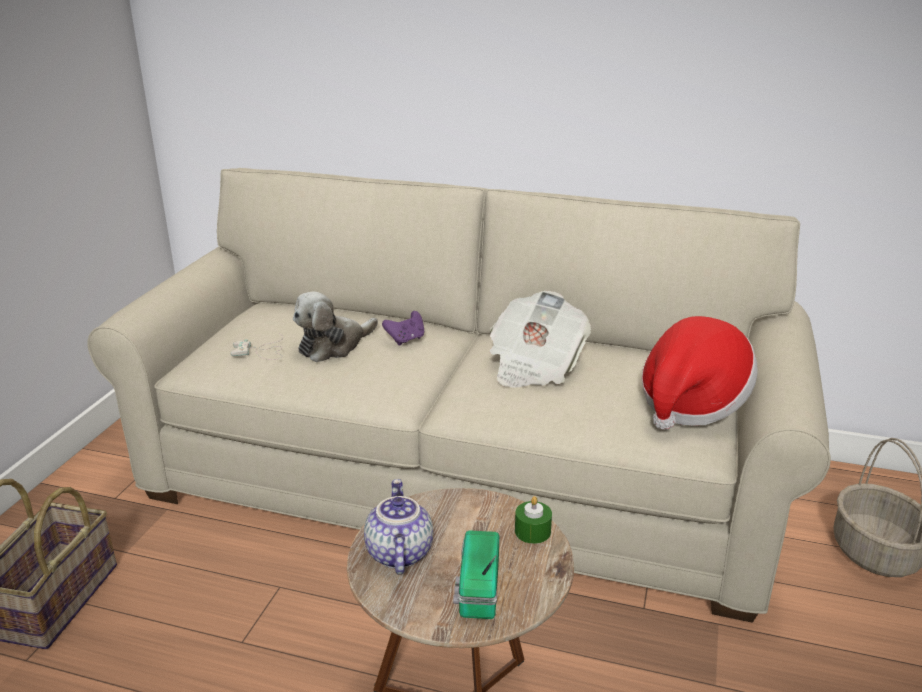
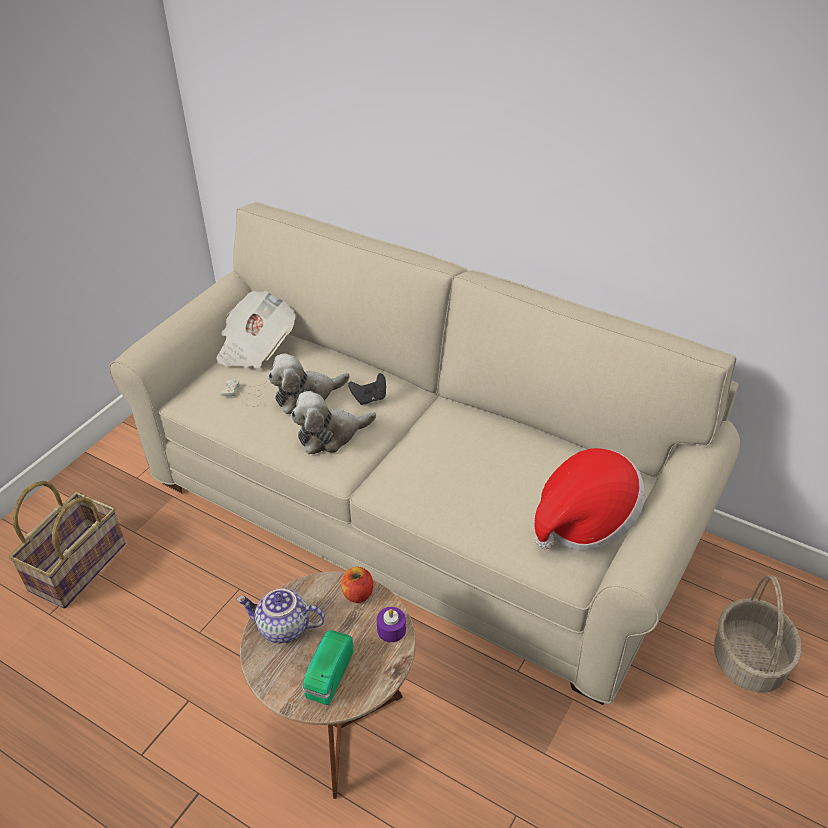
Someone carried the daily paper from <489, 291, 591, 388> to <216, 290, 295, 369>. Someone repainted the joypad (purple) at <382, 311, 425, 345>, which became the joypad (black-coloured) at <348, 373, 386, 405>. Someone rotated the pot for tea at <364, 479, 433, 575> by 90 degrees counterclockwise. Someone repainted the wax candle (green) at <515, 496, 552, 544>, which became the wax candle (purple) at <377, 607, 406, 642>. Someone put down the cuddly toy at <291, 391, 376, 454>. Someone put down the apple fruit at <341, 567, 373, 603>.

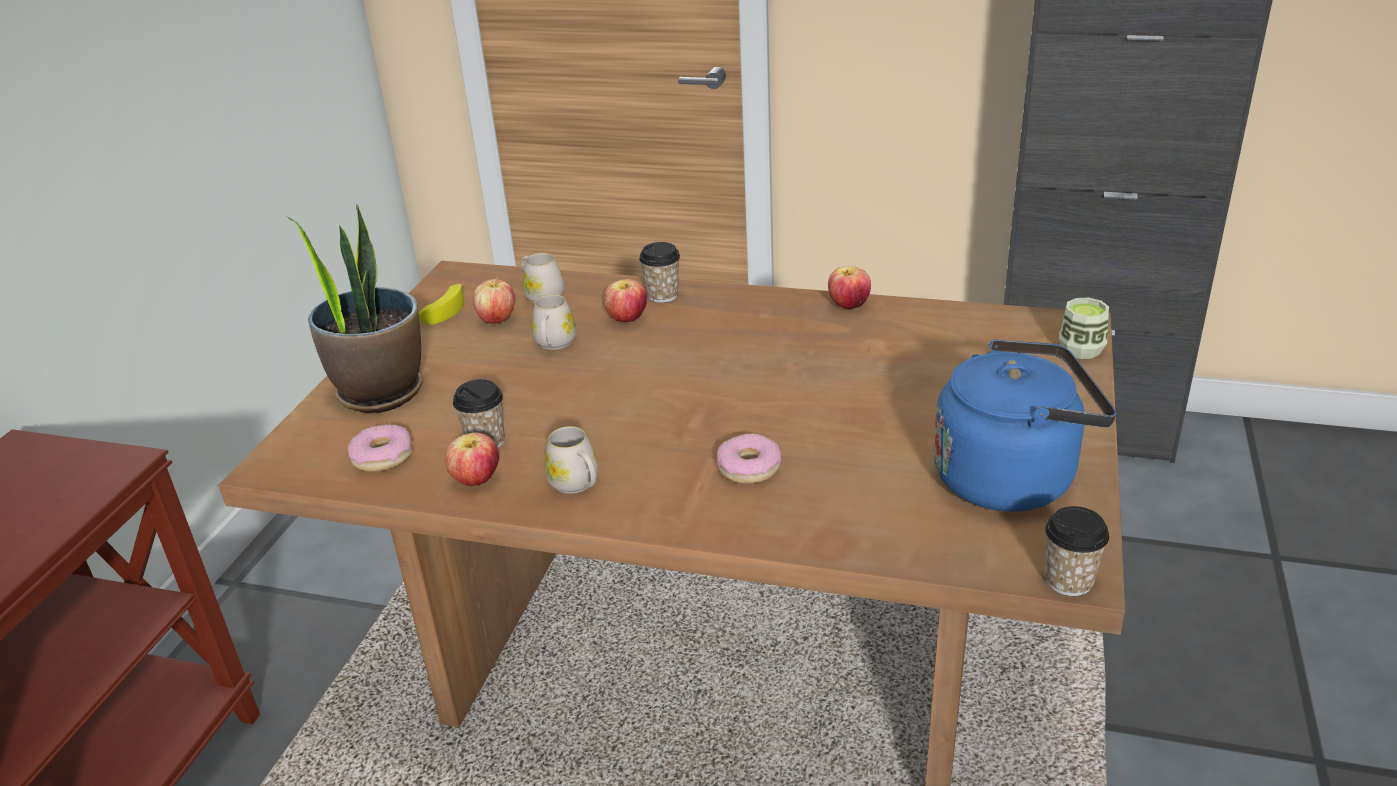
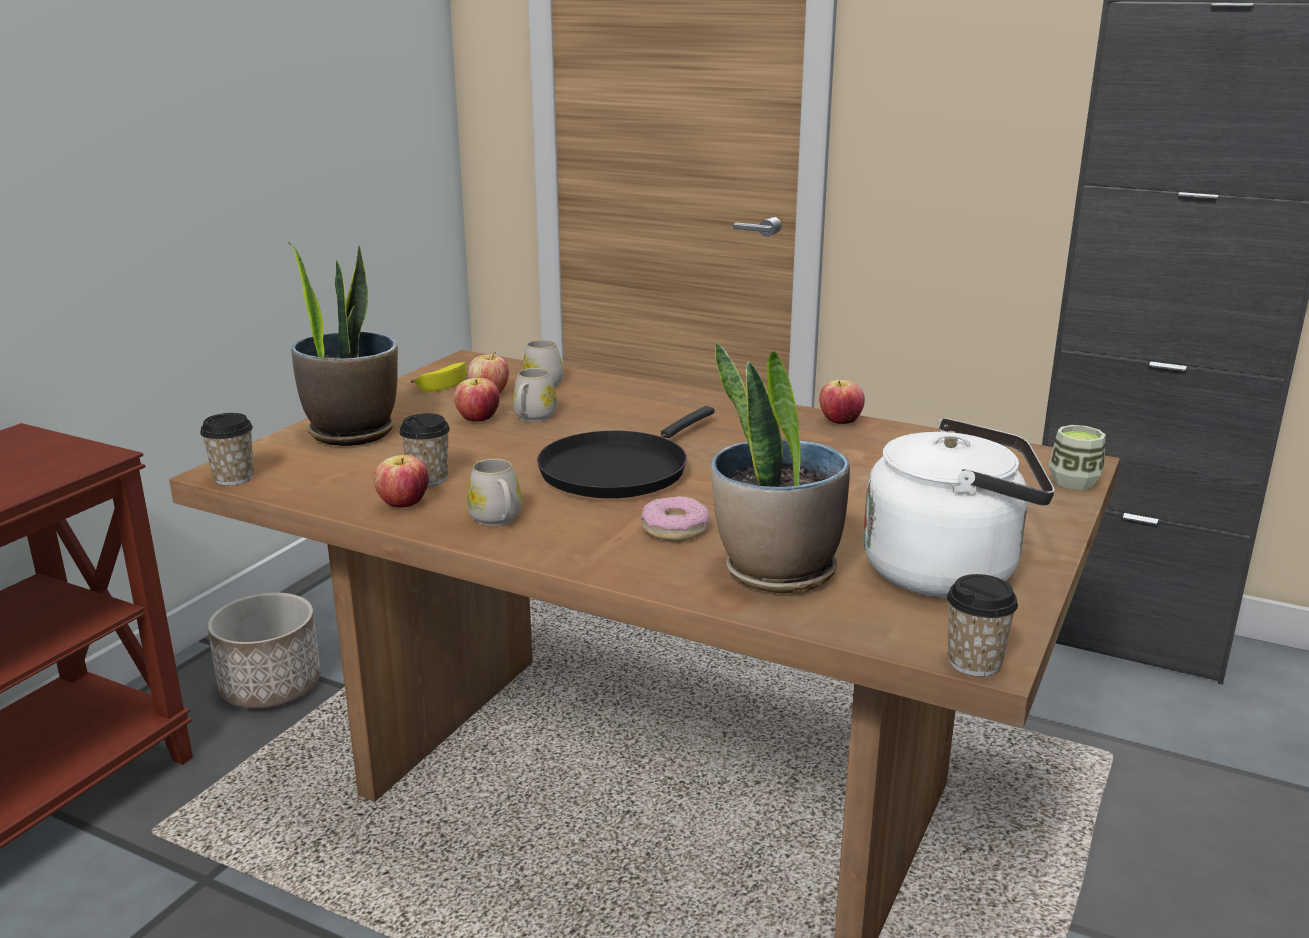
Someone carried the small cup from <639, 242, 680, 303> to <200, 413, 254, 486>. Someone carried the apple fruit from <604, 279, 647, 322> to <454, 378, 500, 422>. Someone repainted the water kettle (bluish) at <933, 339, 1116, 512>, which became the water kettle (whitish) at <863, 418, 1055, 597>. Someone took away the donut at <348, 424, 413, 472>. Someone put down the potted plant at <711, 342, 850, 594>. Someone put down the pan (black-coloured) at <537, 406, 715, 498>. Someone put down the plant pot at <207, 592, 321, 708>.

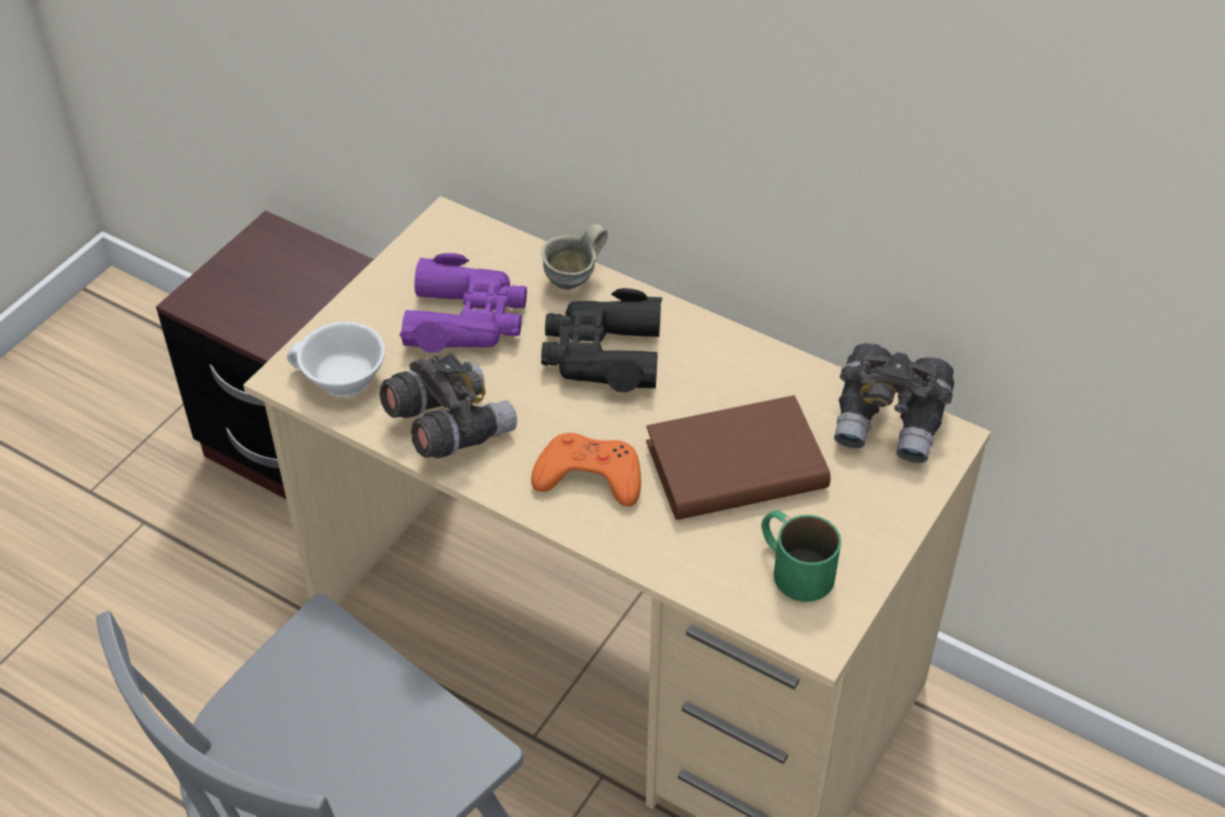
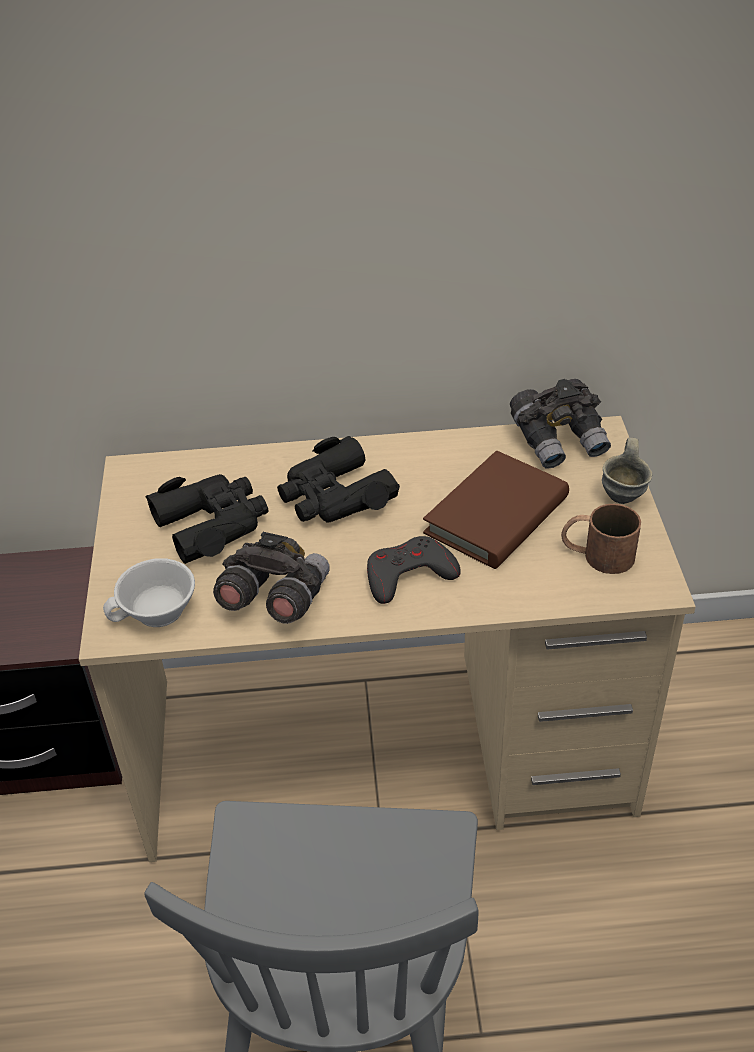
Someone carried the tea mug (gray) from <541, 224, 608, 290> to <602, 437, 653, 504>. Someone repainted the binoculars (purple) at <400, 253, 527, 353>, which became the binoculars (black-coloured) at <146, 474, 269, 564>. Someone repainted the joypad (orangey) at <531, 433, 641, 506>, which became the joypad (gray) at <367, 536, 461, 604>. Someone repainted the tea mug (green) at <761, 511, 841, 602>, which became the tea mug (brown) at <561, 504, 641, 574>.

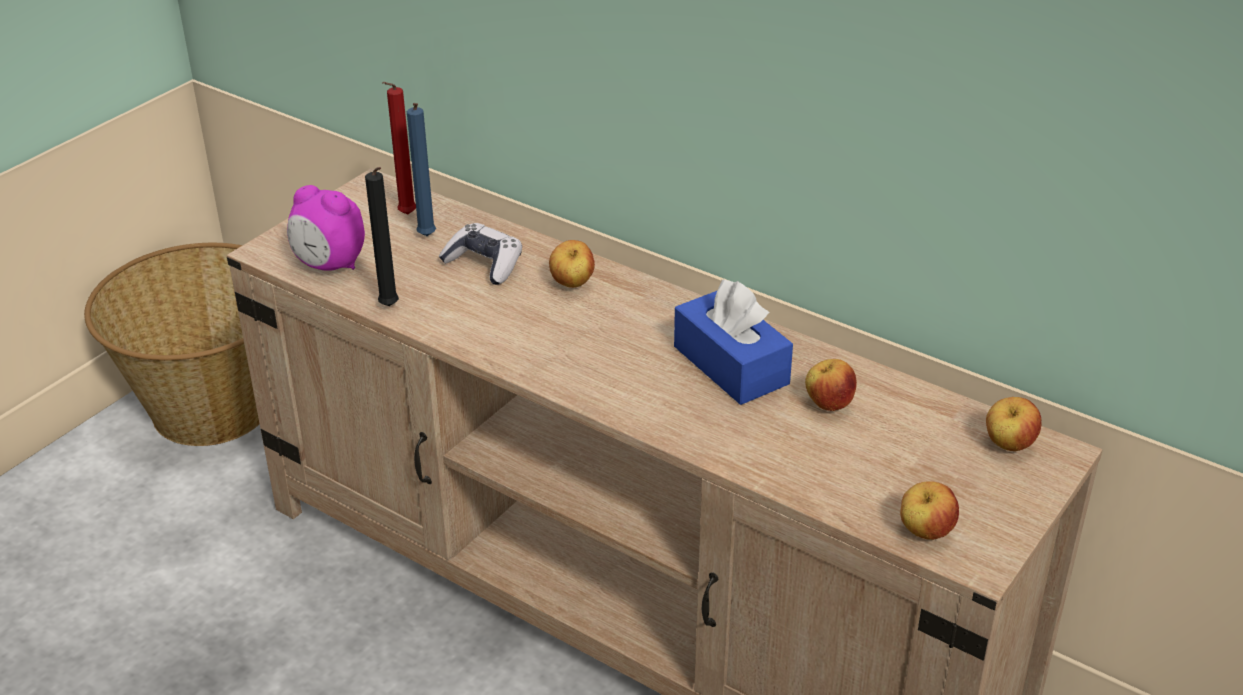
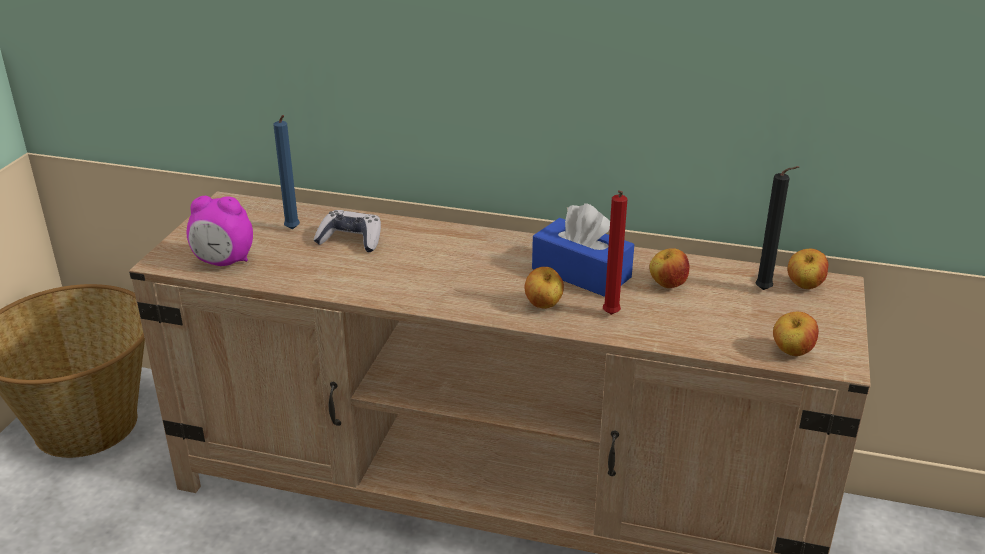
Someone carried the wax candle (red) from <382, 82, 416, 215> to <603, 190, 627, 315>. Someone carried the wax candle (black-coloured) from <365, 167, 399, 306> to <755, 166, 799, 290>. Someone carried the apple fruit from <549, 240, 595, 288> to <524, 267, 564, 309>.

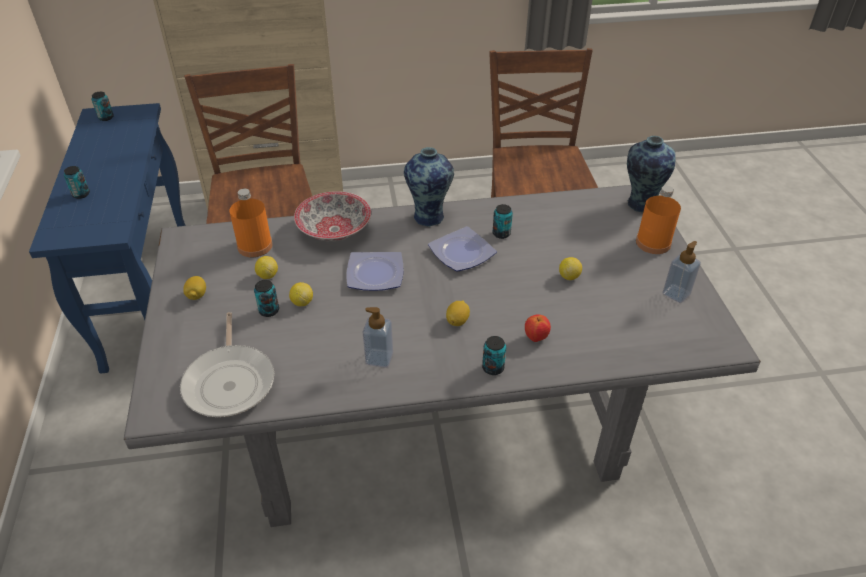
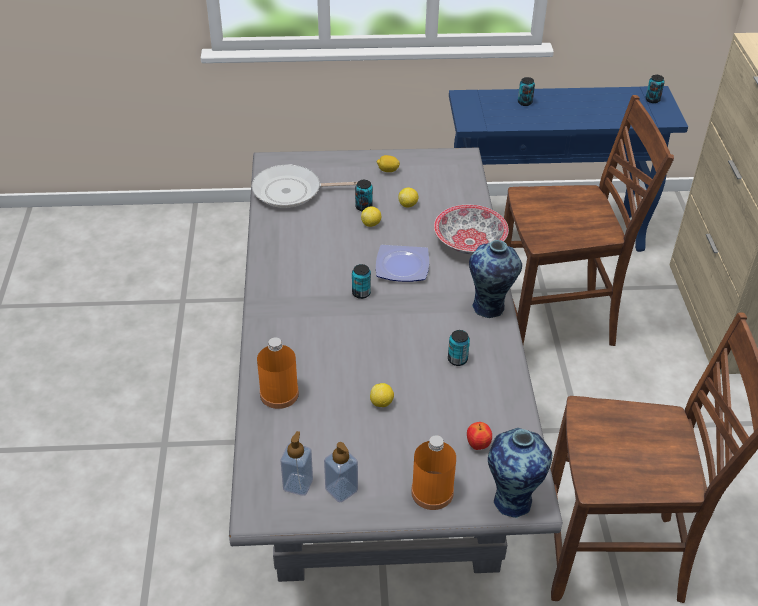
Someone carried the beverage bottle (orangey) from <230, 188, 273, 257> to <257, 337, 299, 409>. Someone took away the dinner plate at <428, 226, 497, 272>. Someone took away the citrus fruit at <446, 300, 470, 326>. Someone carried the liquid soap bottle from <363, 307, 393, 368> to <281, 431, 313, 496>. Someone carried the apple fruit from <525, 314, 551, 342> to <467, 422, 492, 450>. Someone carried the sealed can from <482, 336, 506, 375> to <352, 264, 371, 299>.

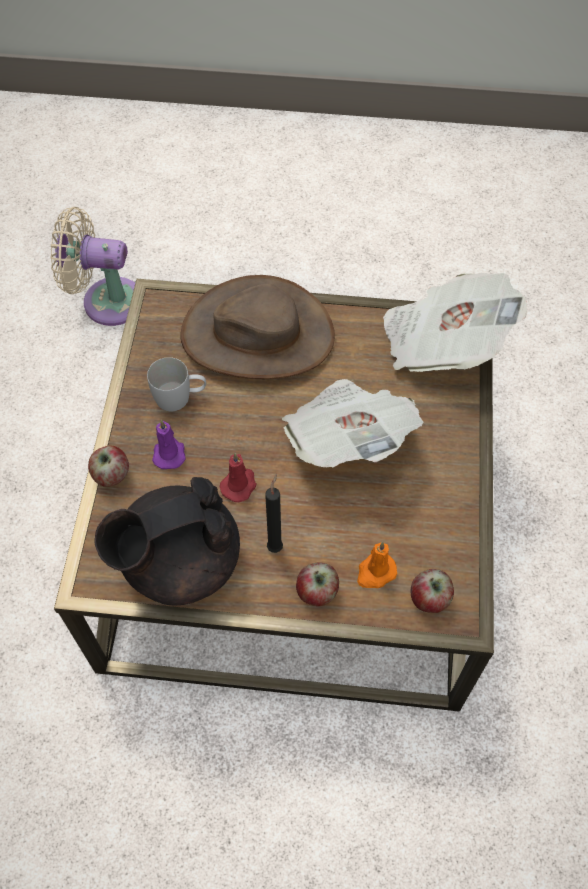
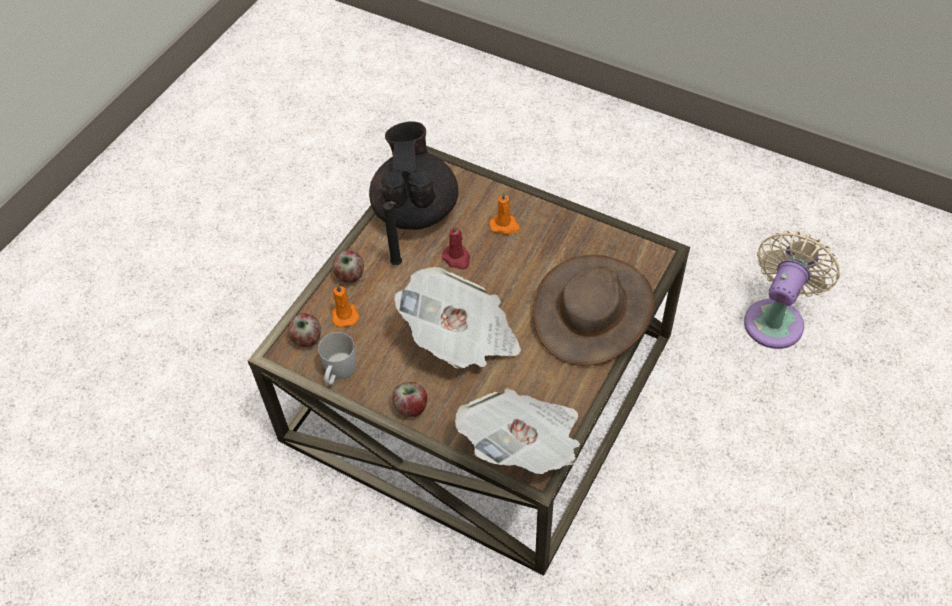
Someone carried the tea mug (whitish) from <147, 357, 206, 411> to <318, 332, 356, 385>. Someone repainted the wax candle (purple) at <152, 420, 186, 469>, which became the wax candle (orangey) at <489, 192, 520, 235>. Someone carried the apple fruit from <88, 445, 129, 487> to <392, 382, 427, 417>.

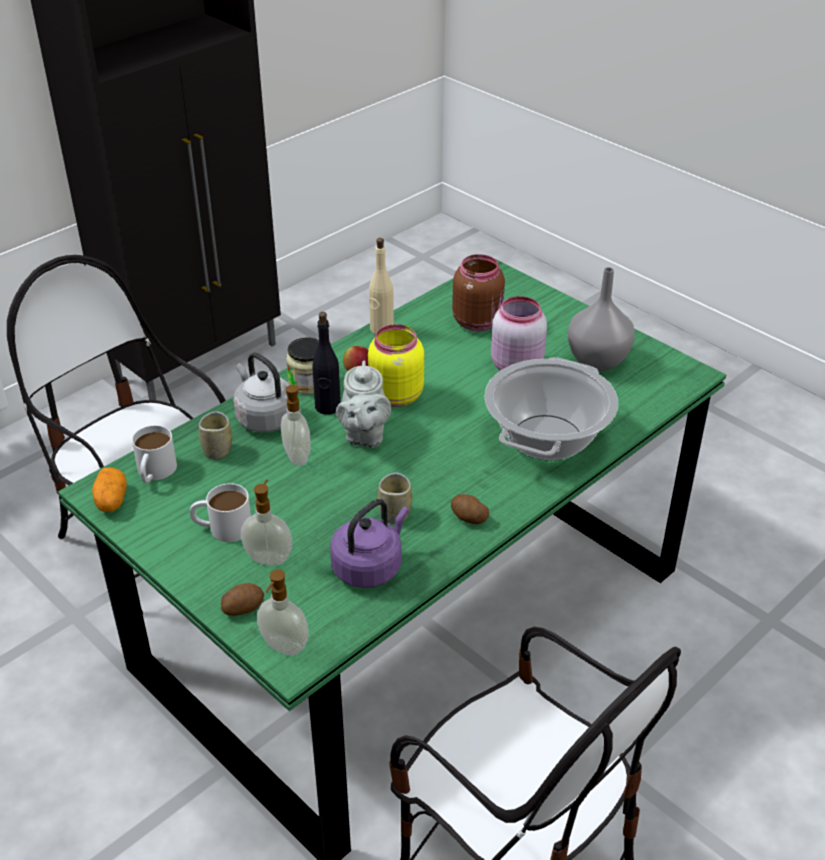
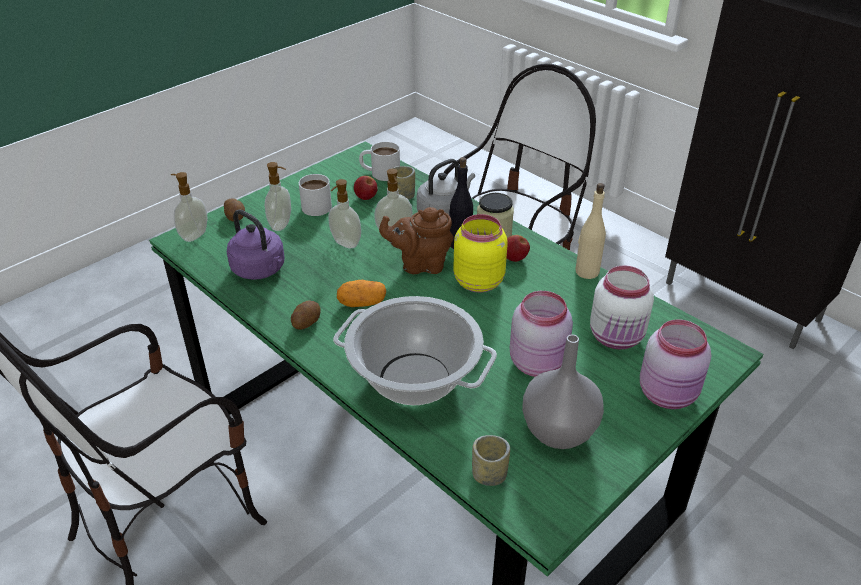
Someone repainted the jar (brown) at <452, 254, 505, 331>, which became the jar (whitish) at <590, 265, 654, 350>. Someone repainted the pot for tea (gray) at <336, 360, 391, 448>, which became the pot for tea (brown) at <379, 207, 453, 274>. Someone carried the spud from <92, 467, 127, 512> to <337, 280, 386, 307>. Someone carried the small cup from <378, 473, 412, 524> to <472, 435, 510, 486>. Someone put down the apple fruit at <354, 176, 378, 200>. Someone put down the liquid soap bottle at <328, 179, 361, 248>. Someone put down the jar (pink) at <640, 319, 711, 409>.

